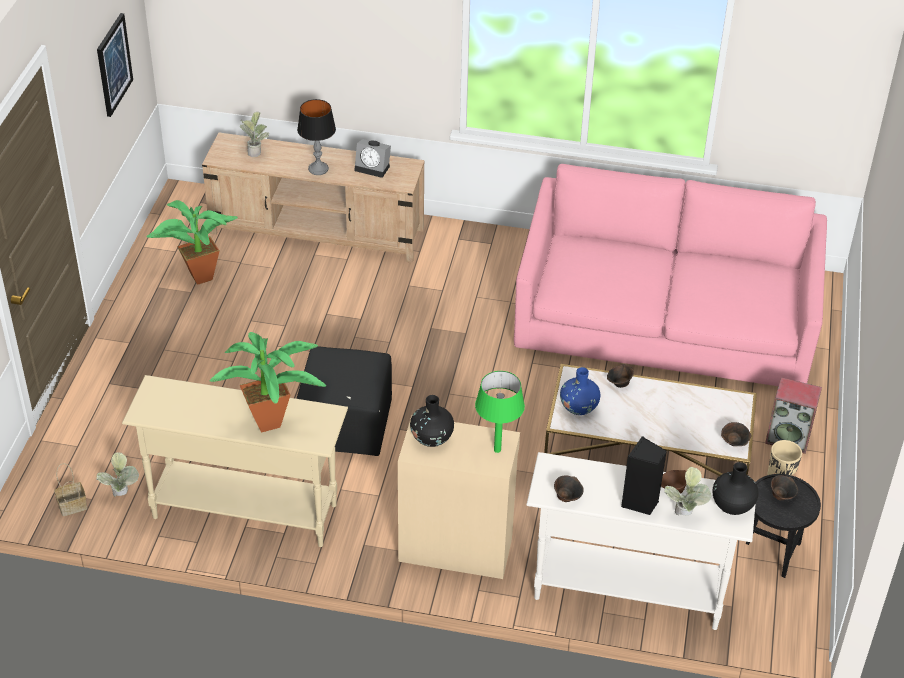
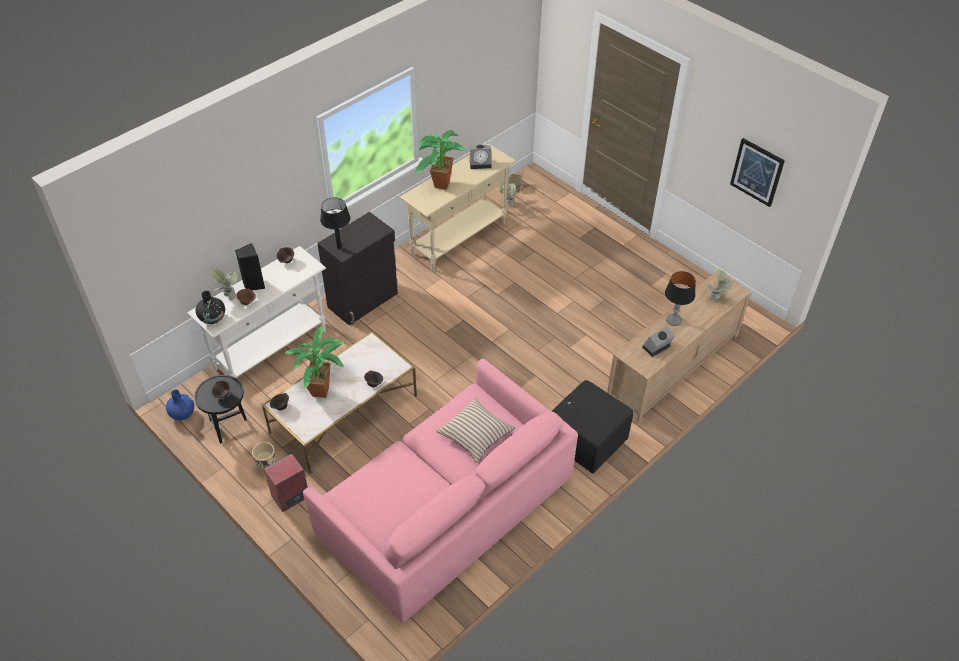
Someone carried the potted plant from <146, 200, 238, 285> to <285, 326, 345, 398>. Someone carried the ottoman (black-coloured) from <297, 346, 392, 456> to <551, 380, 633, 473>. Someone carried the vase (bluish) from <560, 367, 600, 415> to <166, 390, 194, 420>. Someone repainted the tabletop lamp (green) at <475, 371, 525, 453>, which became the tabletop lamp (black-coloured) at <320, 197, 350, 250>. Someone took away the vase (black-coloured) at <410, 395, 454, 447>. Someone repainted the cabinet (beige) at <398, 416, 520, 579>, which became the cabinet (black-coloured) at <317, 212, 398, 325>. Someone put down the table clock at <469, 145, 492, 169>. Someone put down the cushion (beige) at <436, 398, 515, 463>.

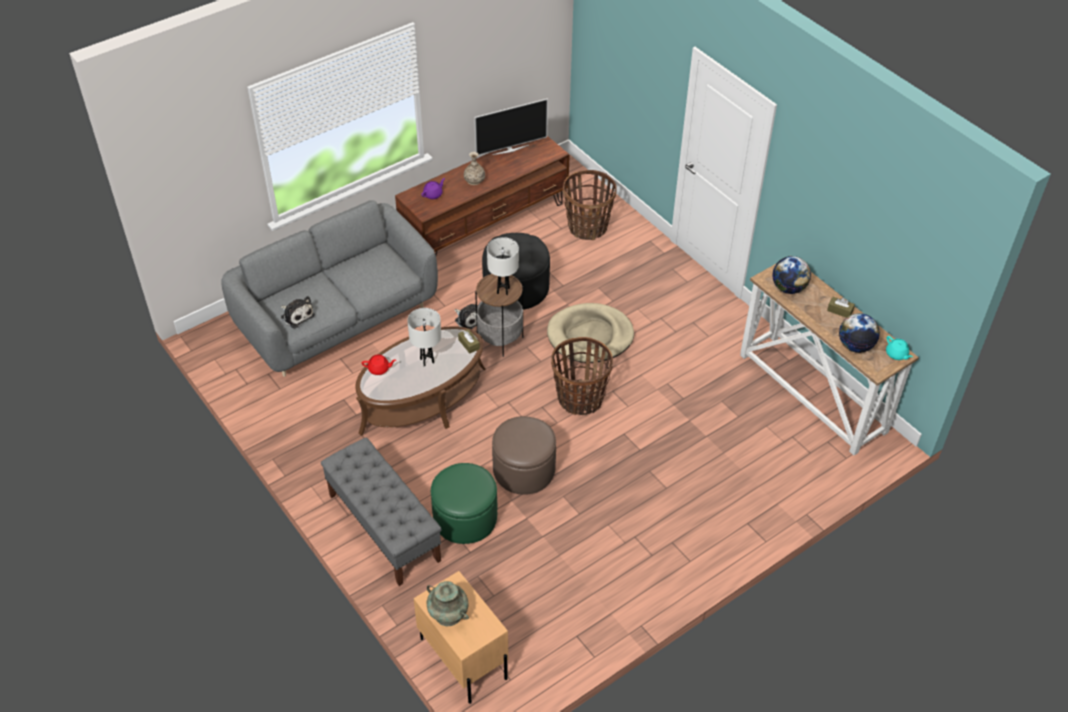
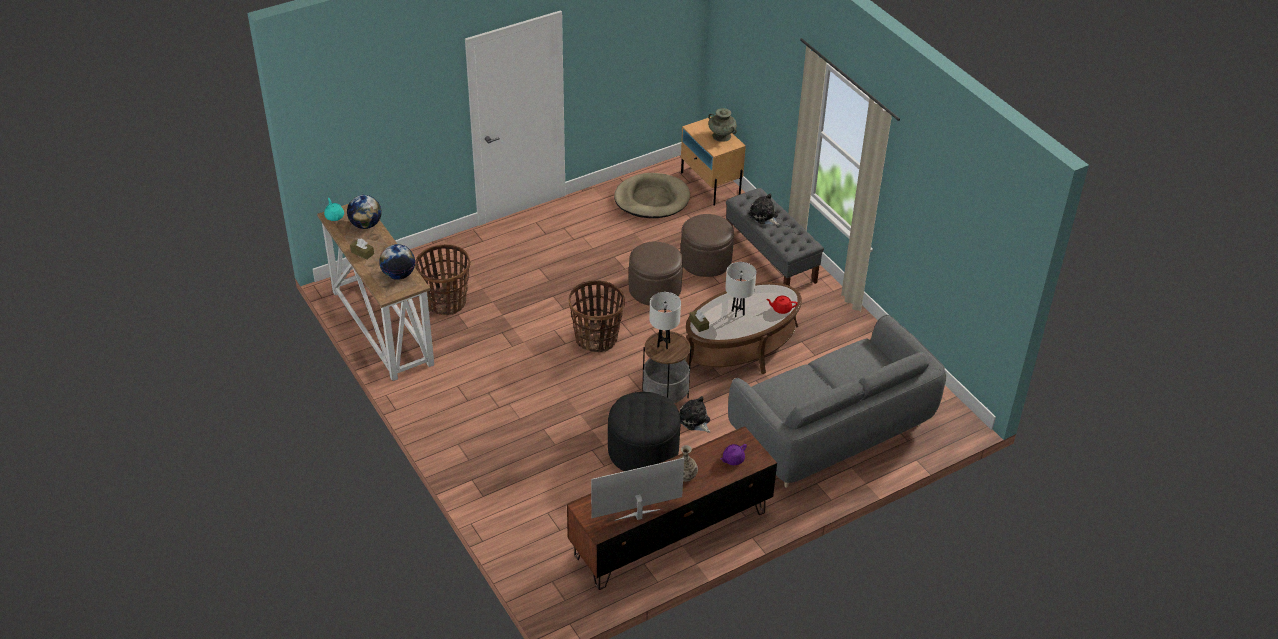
Someone carried the storage basket from <563, 170, 617, 240> to <415, 244, 471, 315>. Someone carried the cuddly toy from <281, 296, 315, 329> to <749, 193, 780, 226>. Someone carried the dog bed (beige) from <547, 303, 634, 363> to <614, 173, 690, 218>. Someone repainted the ottoman (green) at <431, 463, 497, 544>, which became the ottoman (brown) at <681, 214, 734, 277>.

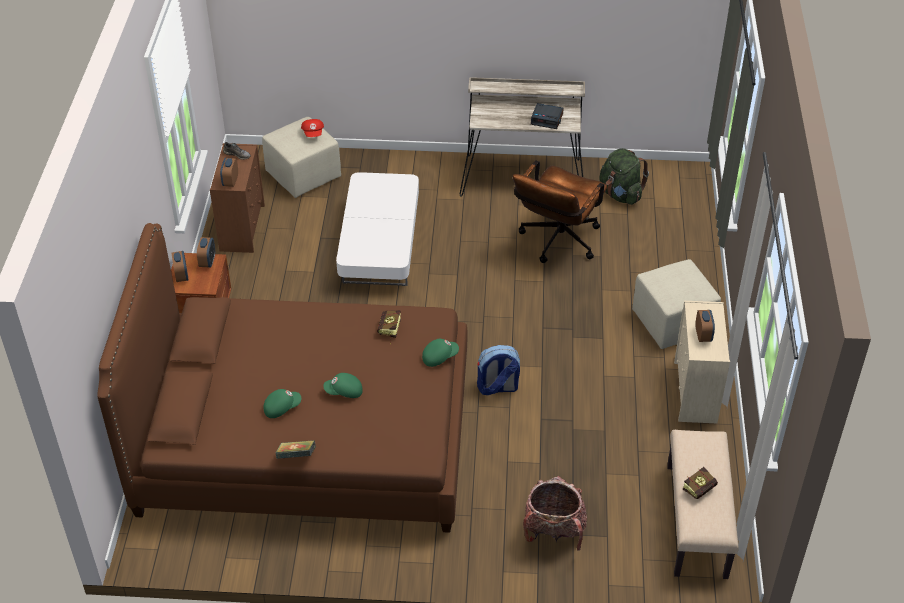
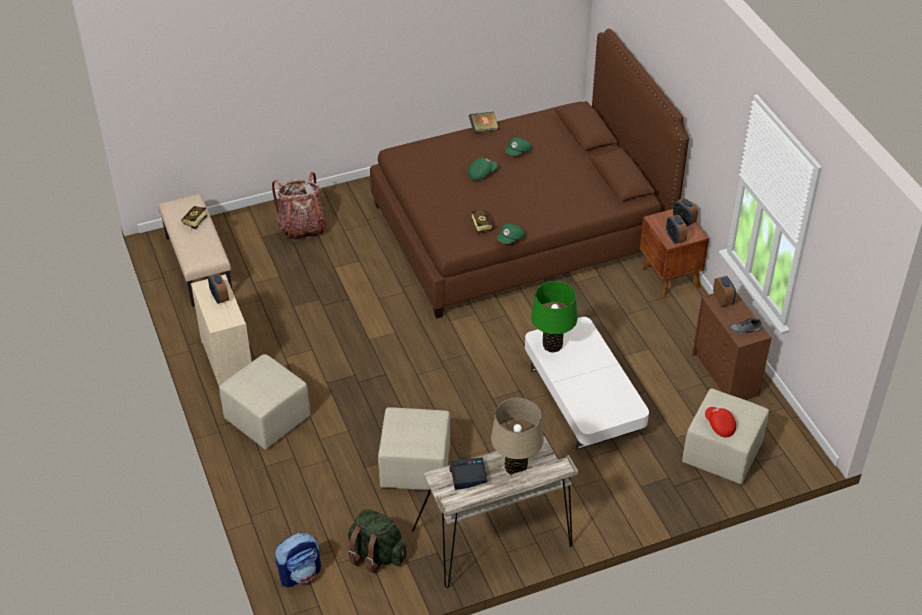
Someone swapped the office chair (brown) at <513, 160, 607, 263> for the ottoman (beige) at <378, 407, 450, 490>. Someone carried the cap (green) from <422, 339, 459, 367> to <497, 224, 525, 244>. Someone carried the rucksack from <477, 345, 520, 395> to <275, 533, 321, 587>. Someone put down the tabletop lamp (green) at <531, 281, 577, 353>. Someone put down the tabletop lamp (beige) at <491, 398, 543, 475>.

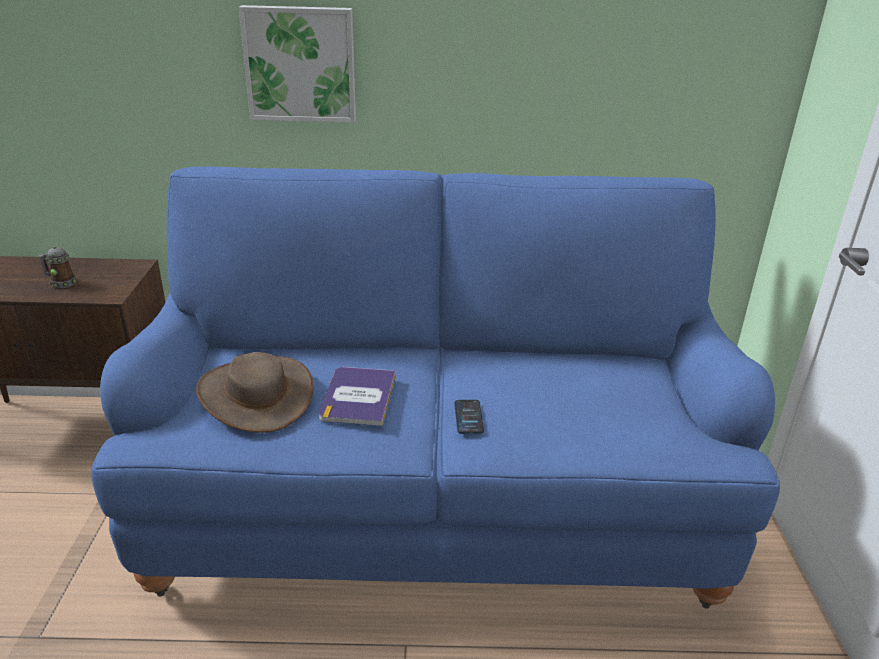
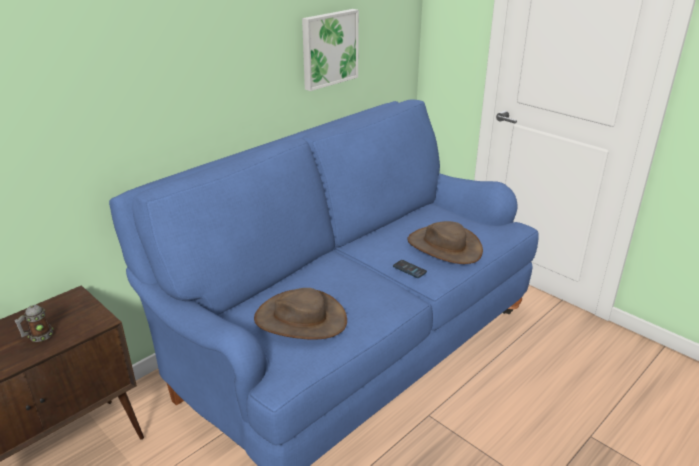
Someone carried the picture from <239, 5, 356, 122> to <302, 9, 359, 91>. Someone took away the book at <319, 367, 396, 426>. Someone put down the clothing hat (brown) at <407, 221, 483, 264>.

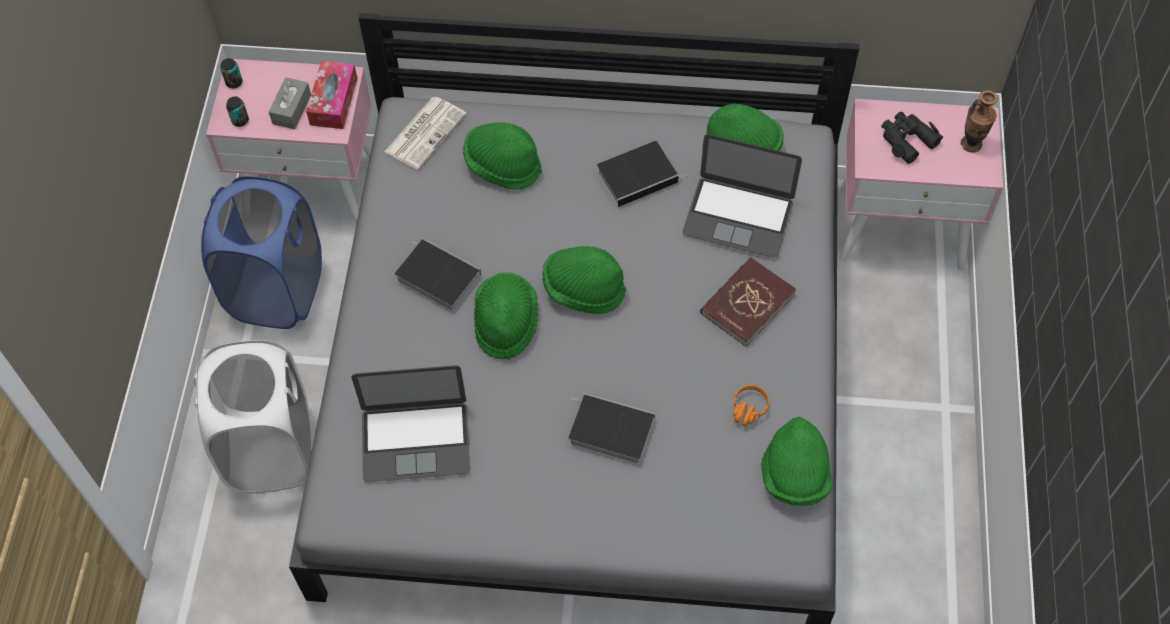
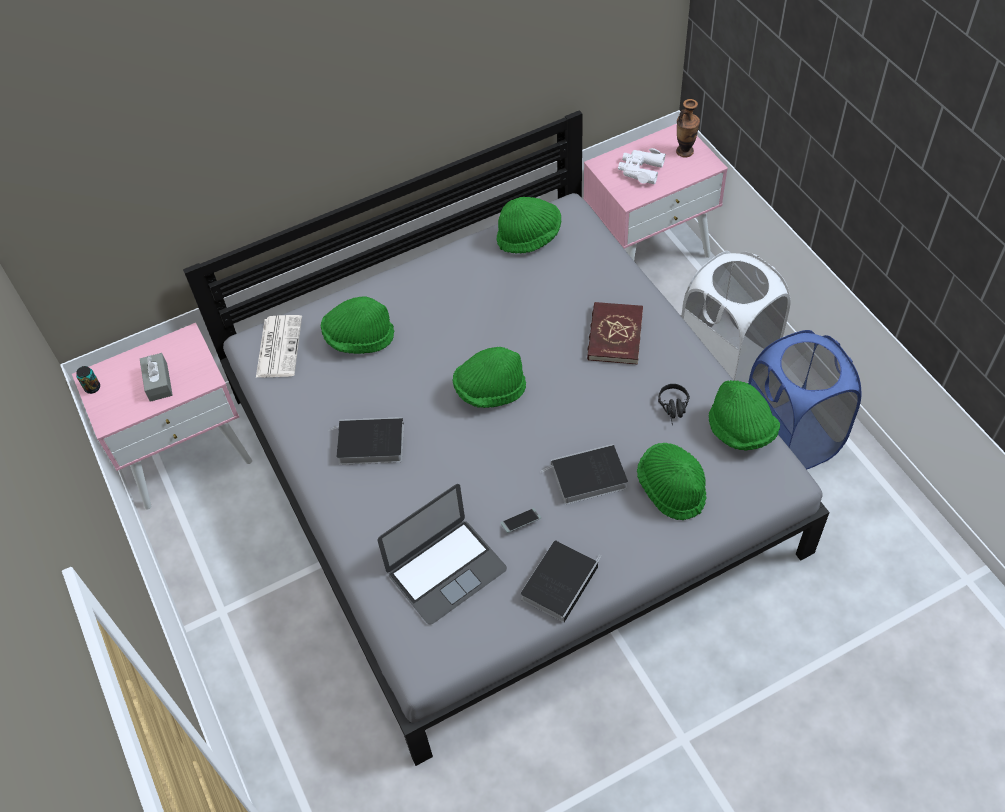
Someone took away the tissue holder at <306, 61, 357, 129>. Someone took away the sealed can at <226, 96, 249, 127>. Someone repainted the binoculars (black-coloured) at <882, 112, 943, 164>, which became the binoculars (whitish) at <618, 148, 666, 184>. Someone took away the laptop at <683, 134, 802, 258>. Someone carried the book from <597, 141, 688, 207> to <521, 540, 601, 623>. Someone carried the washing basket (bluish) from <201, 176, 322, 329> to <748, 330, 861, 470>. Someone carried the clothing hat (green) from <474, 272, 538, 360> to <637, 443, 707, 520>. Someone carried the washing basket (whitish) from <193, 340, 312, 494> to <681, 251, 791, 383>. Someone repainted the pair of headphones (orangey) at <728, 385, 769, 429>, which became the pair of headphones (black-coloured) at <658, 384, 690, 425>. Someone put down the handset at <500, 508, 541, 533>.

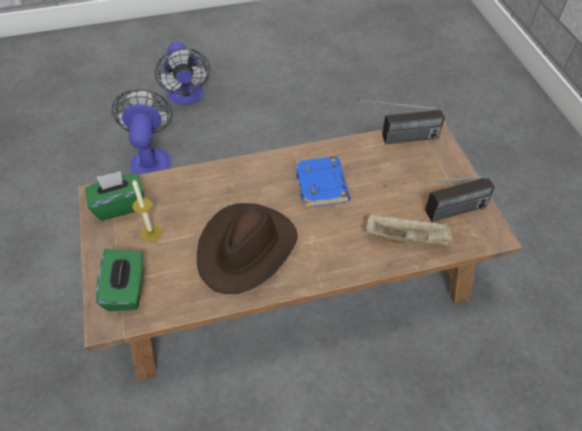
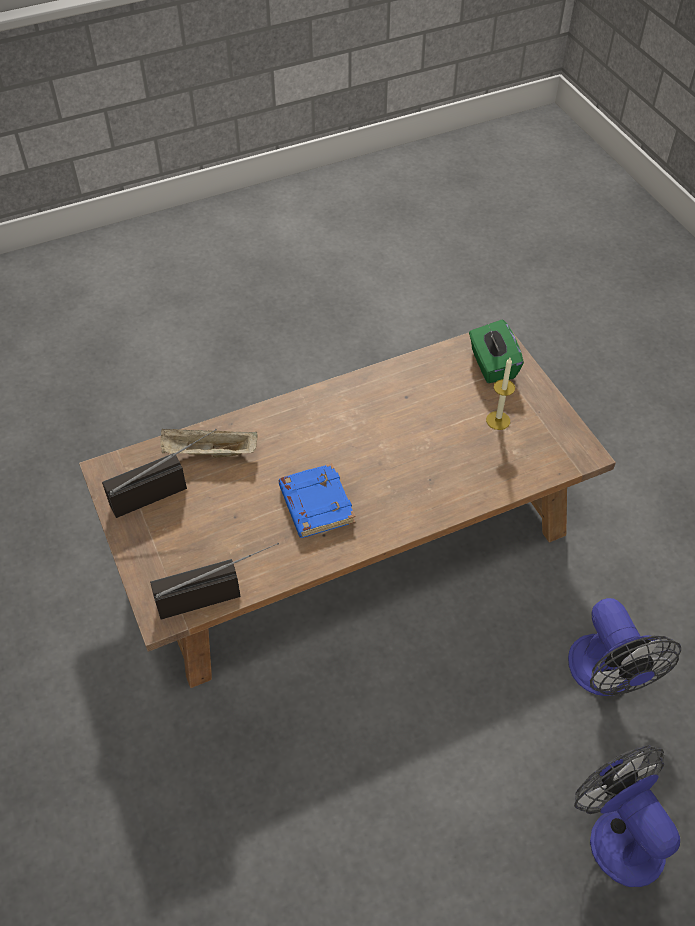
Someone took away the tissue holder (green) at <85, 171, 144, 221>. Someone took away the clothing hat (brown) at <197, 203, 298, 294>.

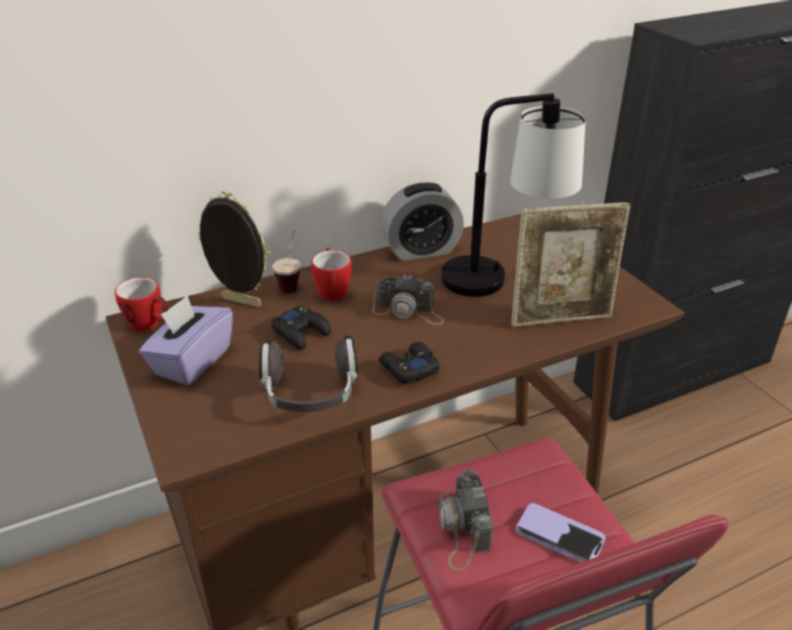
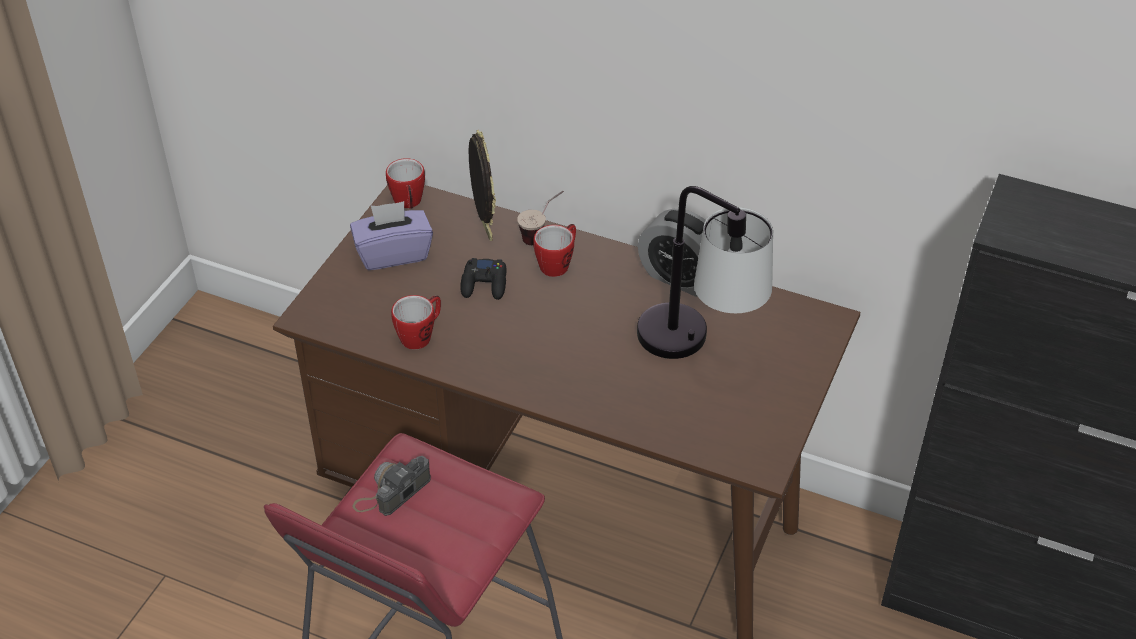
Someone took away the standing frame at <511, 202, 631, 327>. Someone took away the still camera at <372, 274, 444, 325>. Someone swapped the pair of headphones at <259, 336, 358, 412> for the tea mug at <391, 295, 441, 350>. Someone took away the joypad (black-coloured) at <379, 342, 440, 384>. Someone took away the handset at <516, 503, 605, 563>.

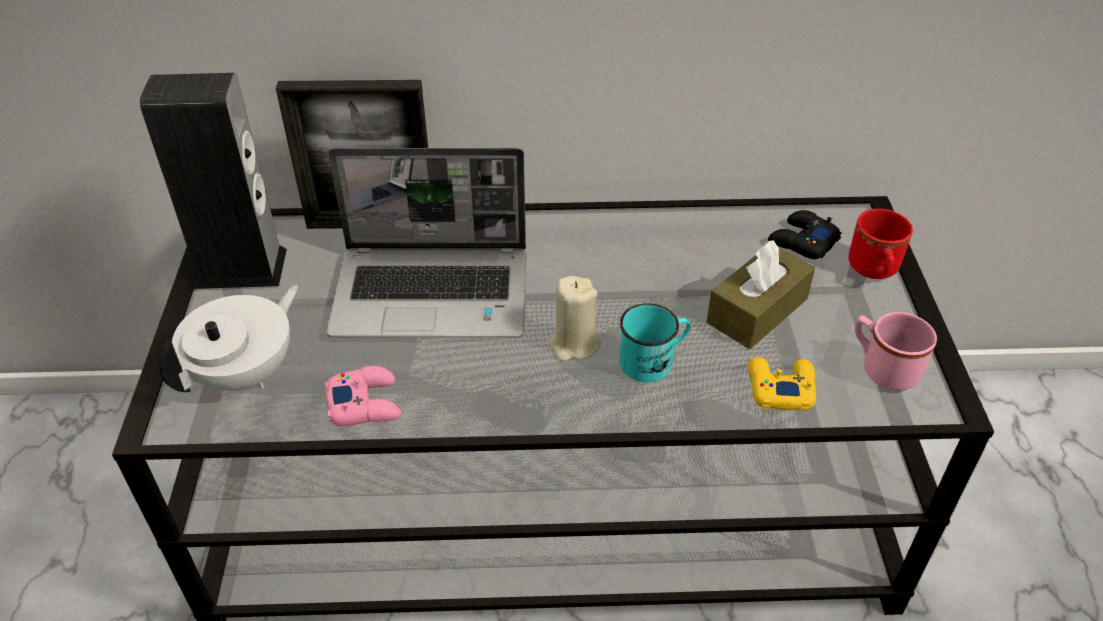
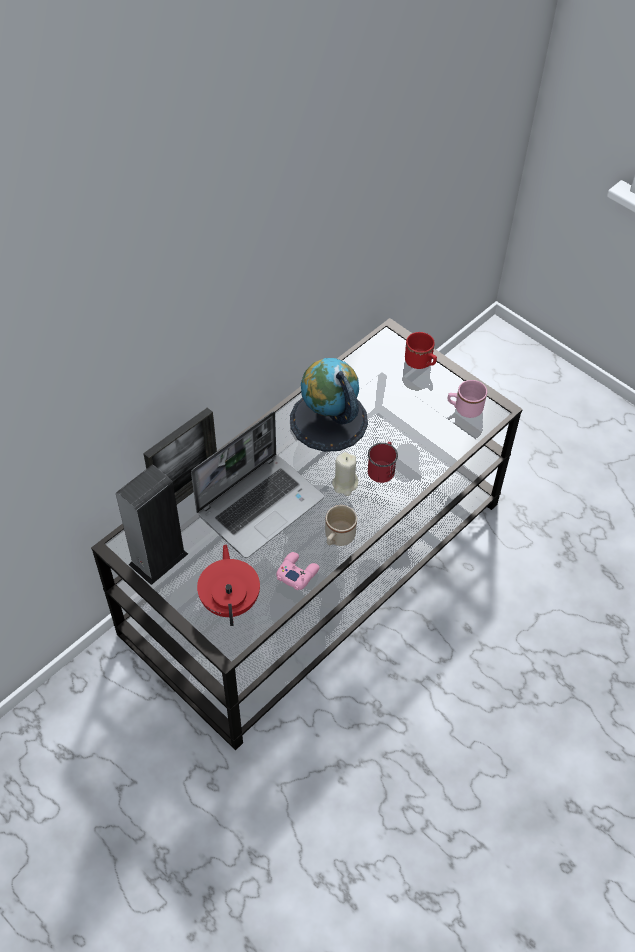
Someone took away the joypad (black-coloured) at <768, 210, 842, 259>. Someone took away the tissue holder (brown) at <707, 240, 815, 349>. Someone repainted the pot for tea (whitish) at <159, 285, 299, 392>, which became the pot for tea (red) at <197, 544, 260, 626>. Someone repainted the tea mug (blue-green) at <620, 303, 691, 382>, which became the tea mug (red) at <368, 442, 398, 483>. Someone took away the joypad (yellow) at <748, 357, 816, 411>. Someone put down the globe at <290, 358, 368, 452>. Someone put down the tea mug (beige) at <325, 505, 357, 546>.

